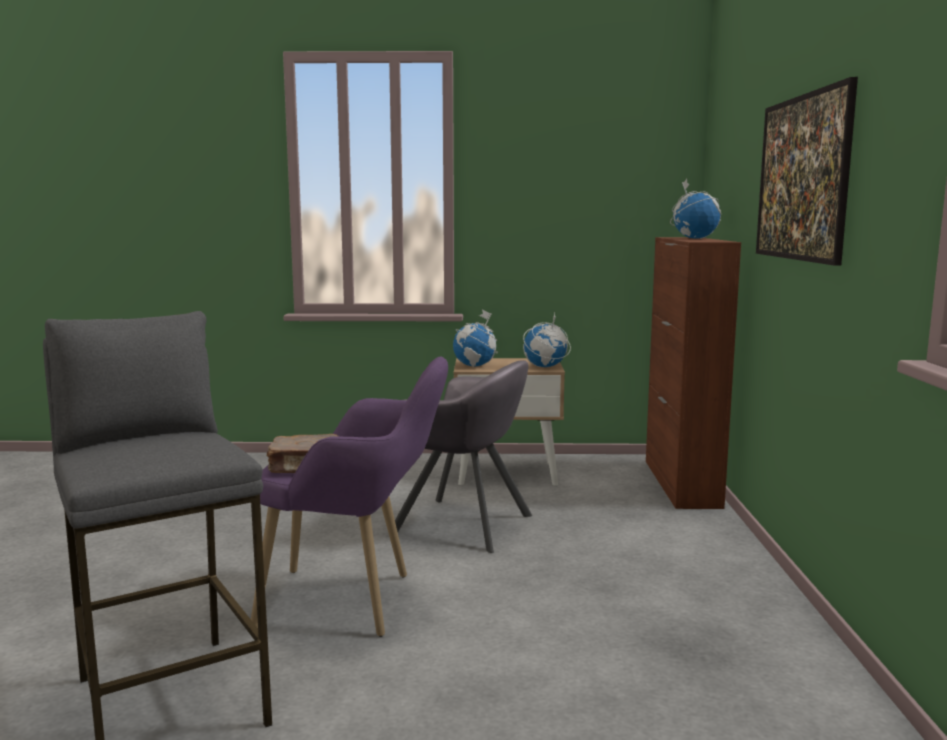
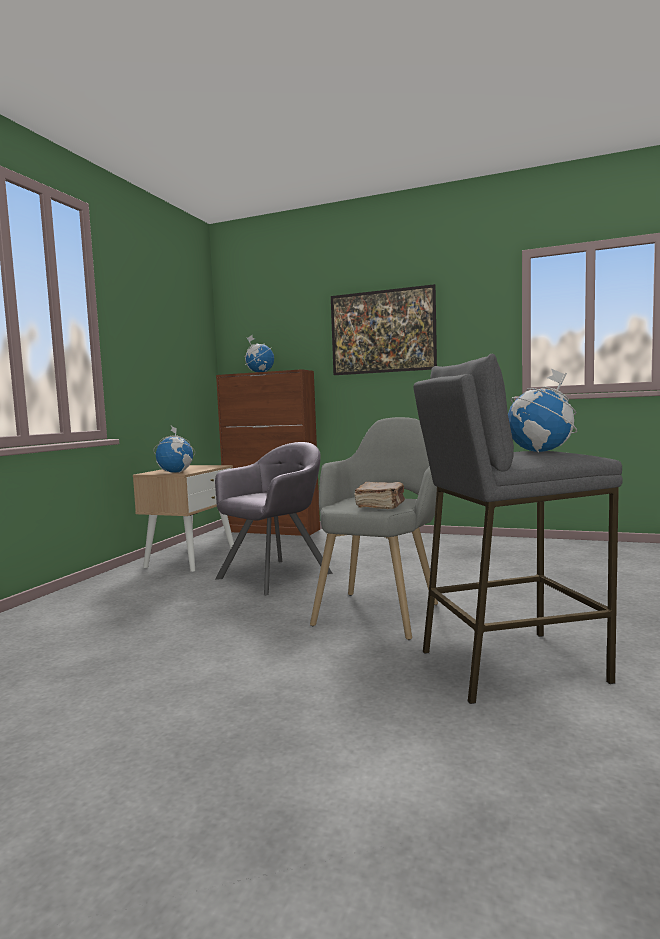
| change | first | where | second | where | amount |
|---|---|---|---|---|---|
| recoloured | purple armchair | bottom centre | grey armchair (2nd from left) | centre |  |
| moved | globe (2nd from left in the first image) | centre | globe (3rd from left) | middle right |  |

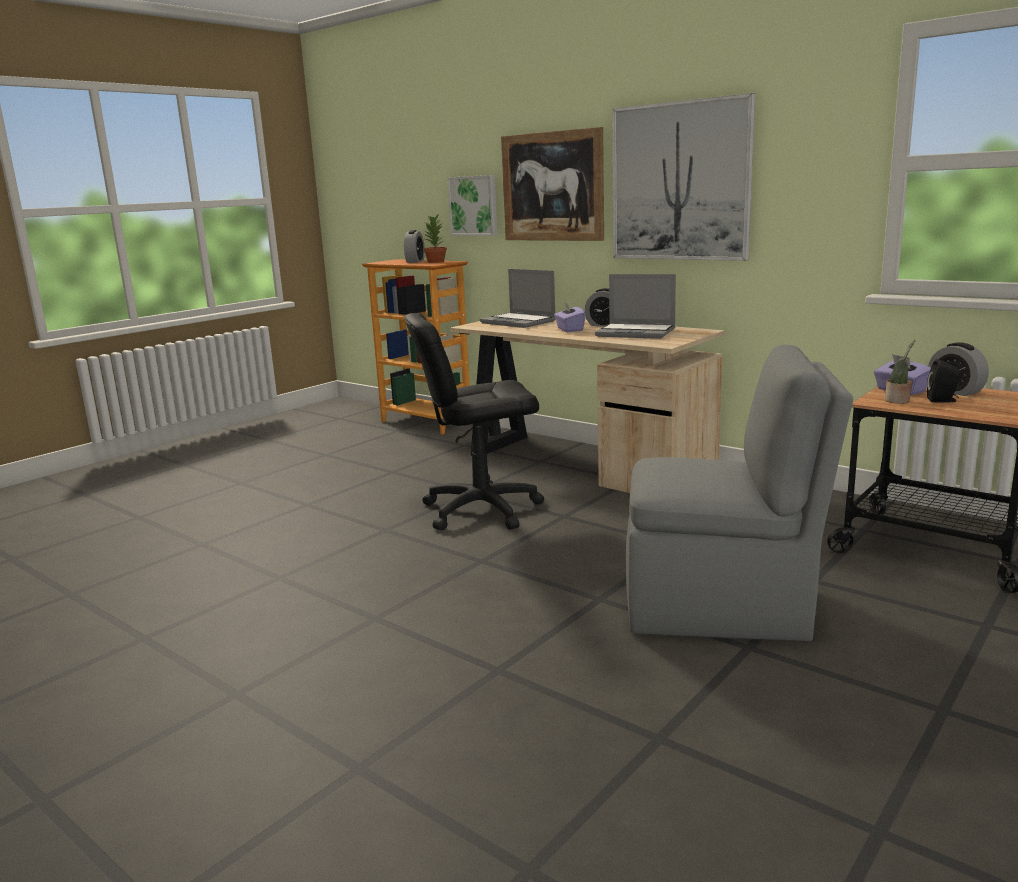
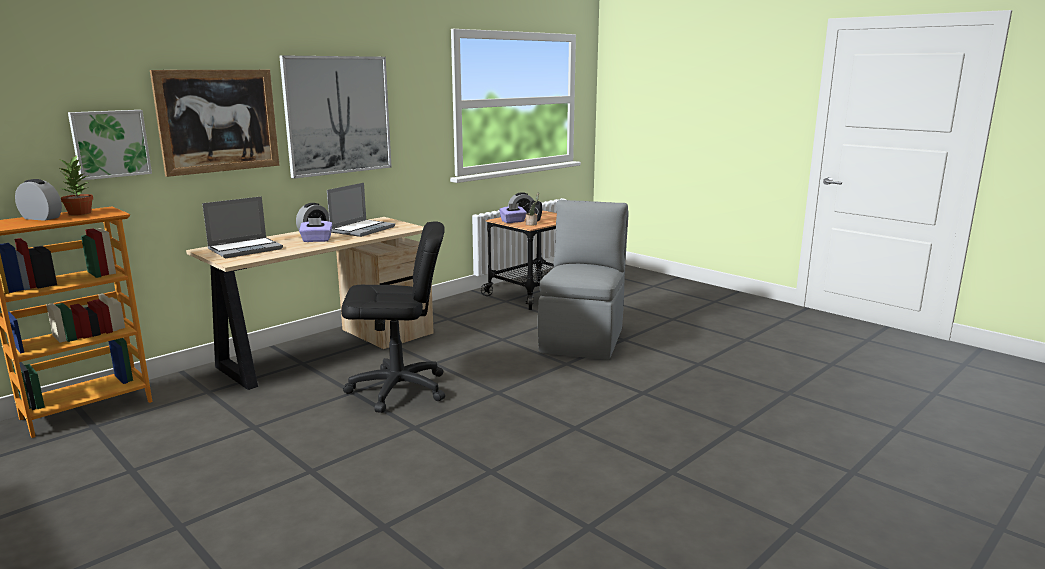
| change | first | where | second | where | amount |
|---|---|---|---|---|---|
| turned | black office chair | centre |  | centre | 90 degrees counterclockwise |

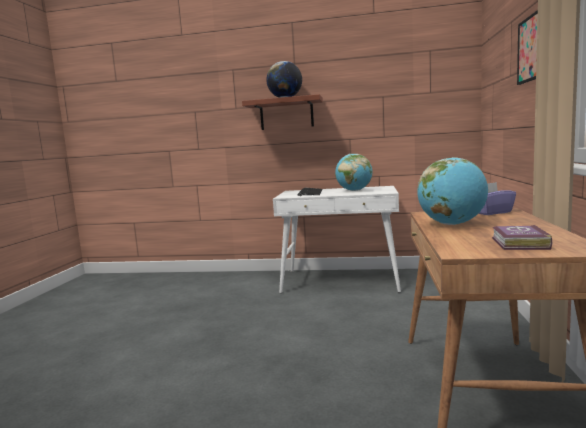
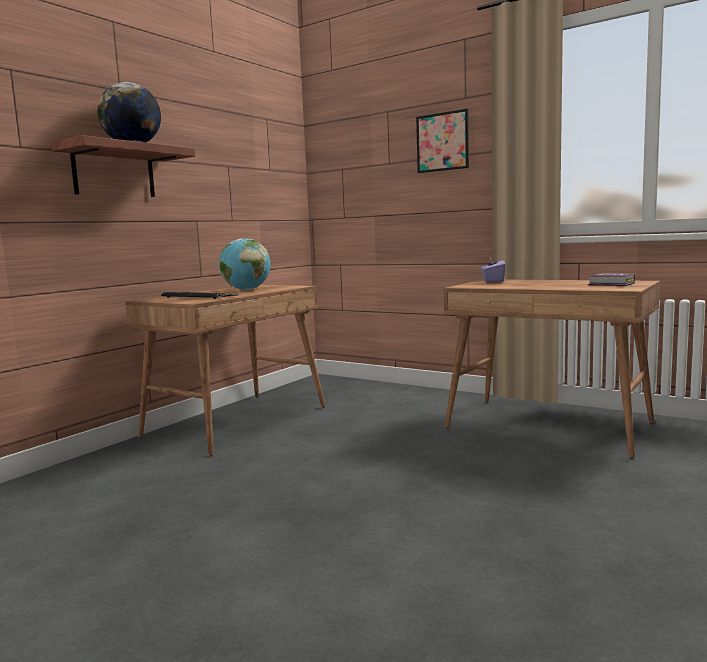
| change | first | where | second | where | amount |
|---|---|---|---|---|---|
| recoloured | white desk | centre | brown desk (1st from left) | middle left |  |
| removed | globe (3rd from left) | middle right |  |  |  |

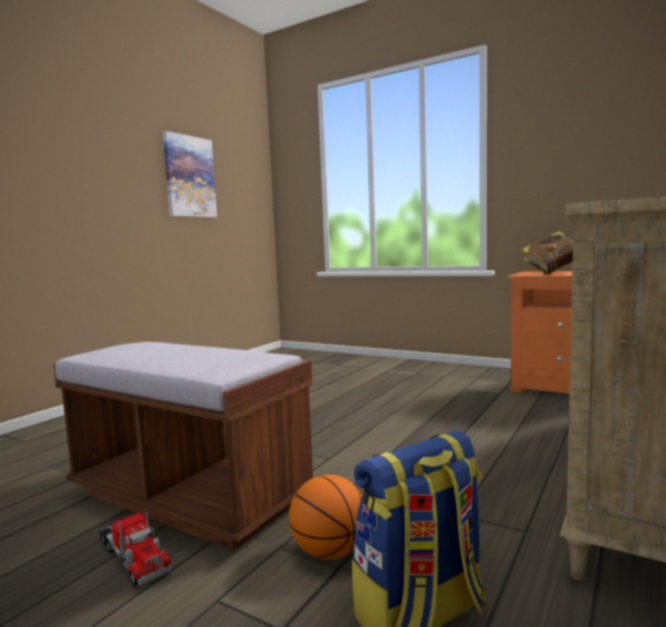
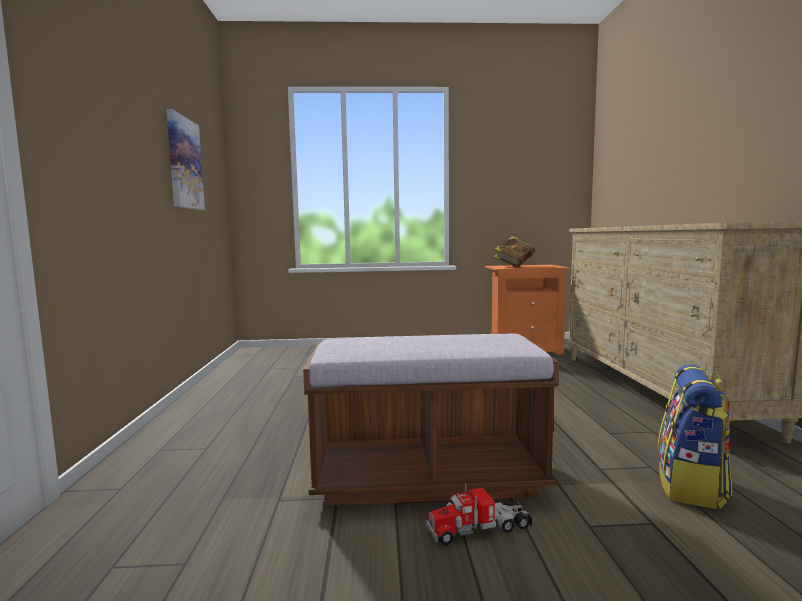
| change | first | where | second | where | amount |
|---|---|---|---|---|---|
| turned | toy truck | bottom left |  | bottom centre | 150 degrees clockwise |
| removed | basketball | bottom centre |  |  |  |

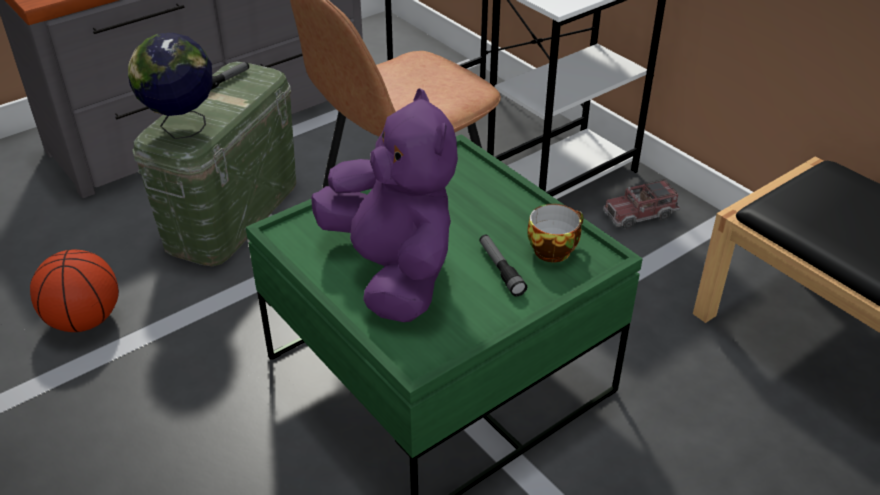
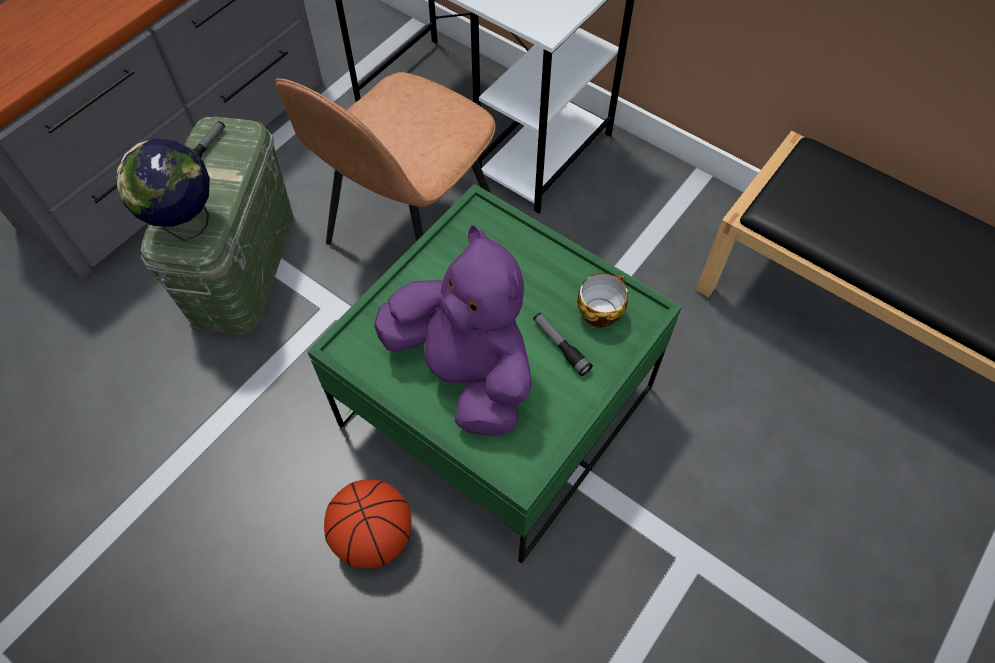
| change | first | where | second | where | amount |
|---|---|---|---|---|---|
| moved | basketball | middle left |  | bottom centre |  |
| removed | toy truck | middle right |  |  |  |

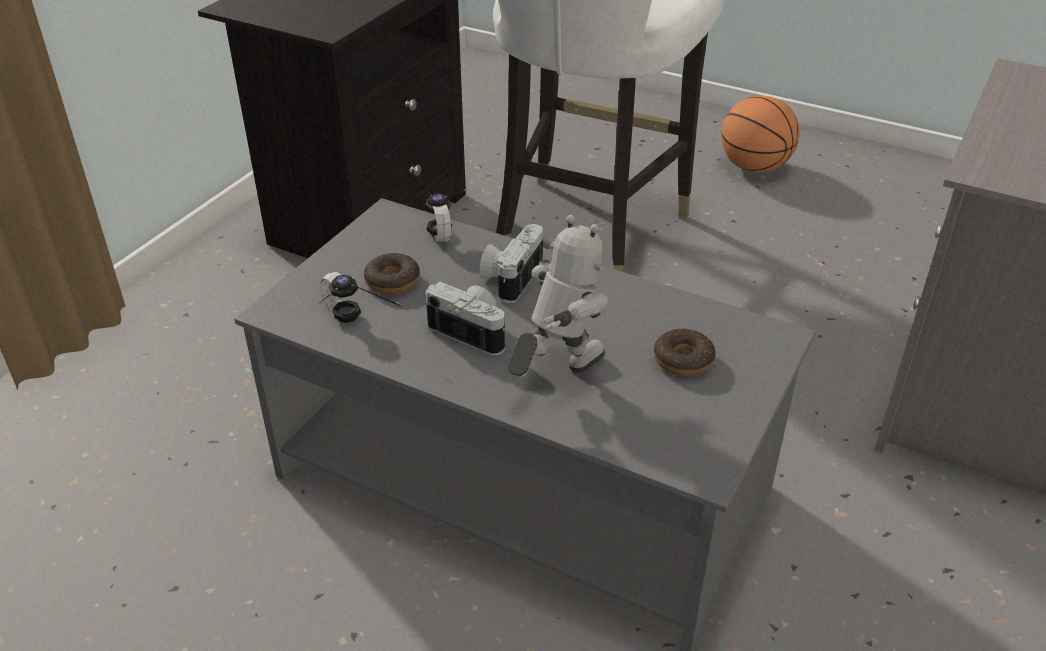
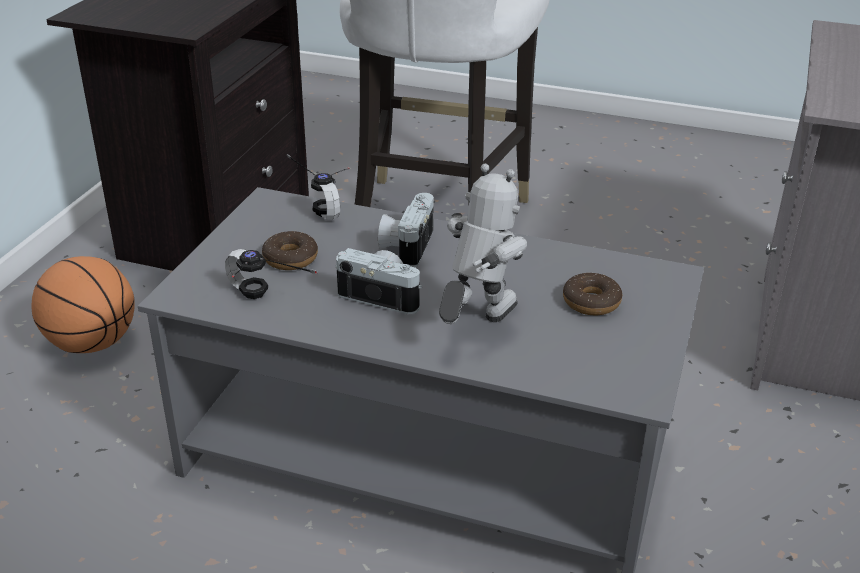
| change | first | where | second | where | amount |
|---|---|---|---|---|---|
| moved | basketball | top right |  | middle left |  |

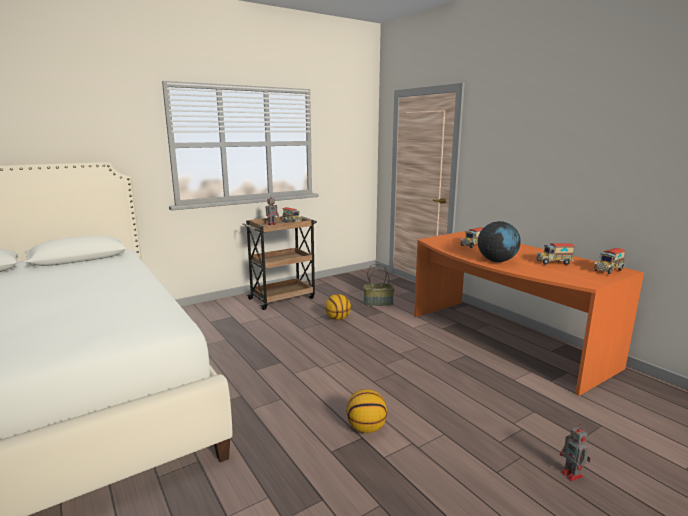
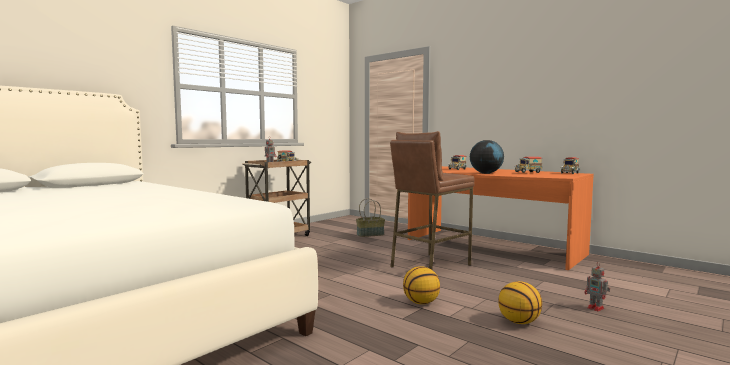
| change | first | where | second | where | amount |
|---|---|---|---|---|---|
| added |  |  | brown stool | centre |  |
| moved | basketball (1st from left in the first image) | centre | basketball (2nd from left) | bottom right |  |

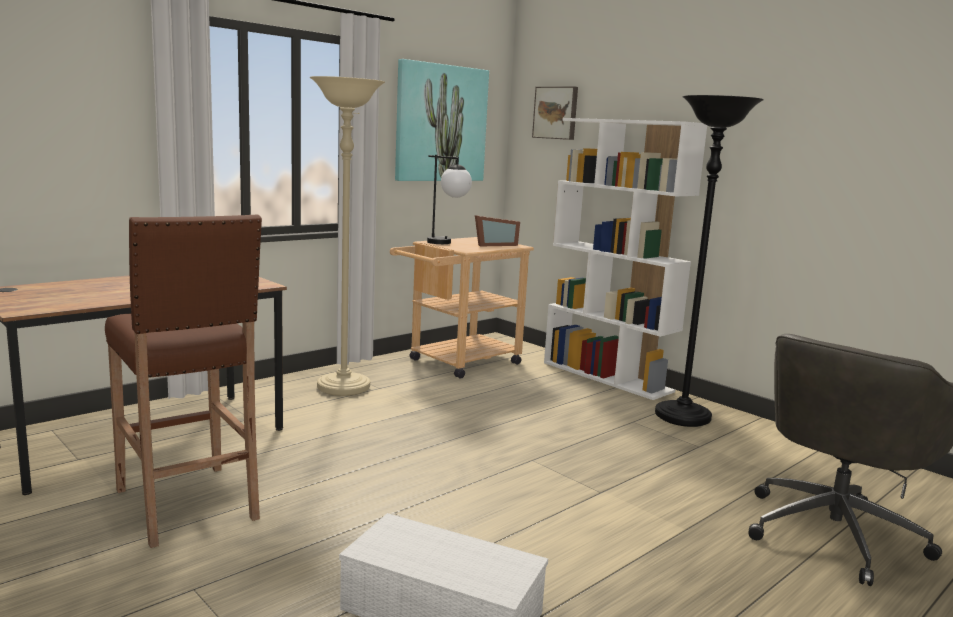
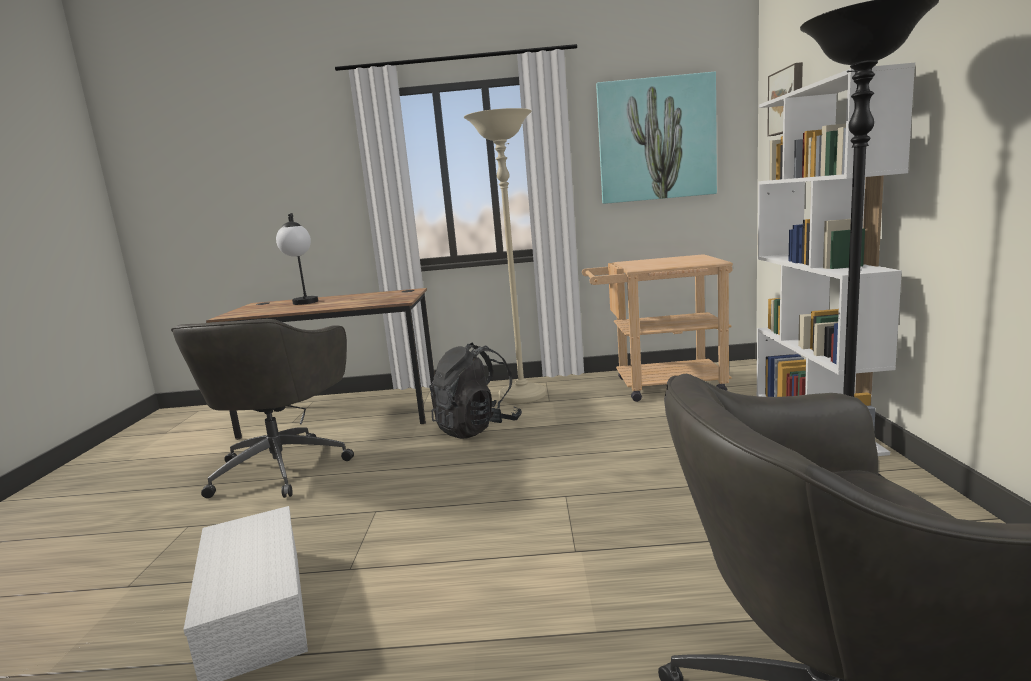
| change | first | where | second | where | amount |
|---|---|---|---|---|---|
| replaced | brown stool | middle left | grey office chair (1st from left) | middle left |  |
| moved | table lamp | top centre |  | middle left |  |
| added |  |  | black backpack | centre |  |
| removed | picture frame | centre |  |  |  |

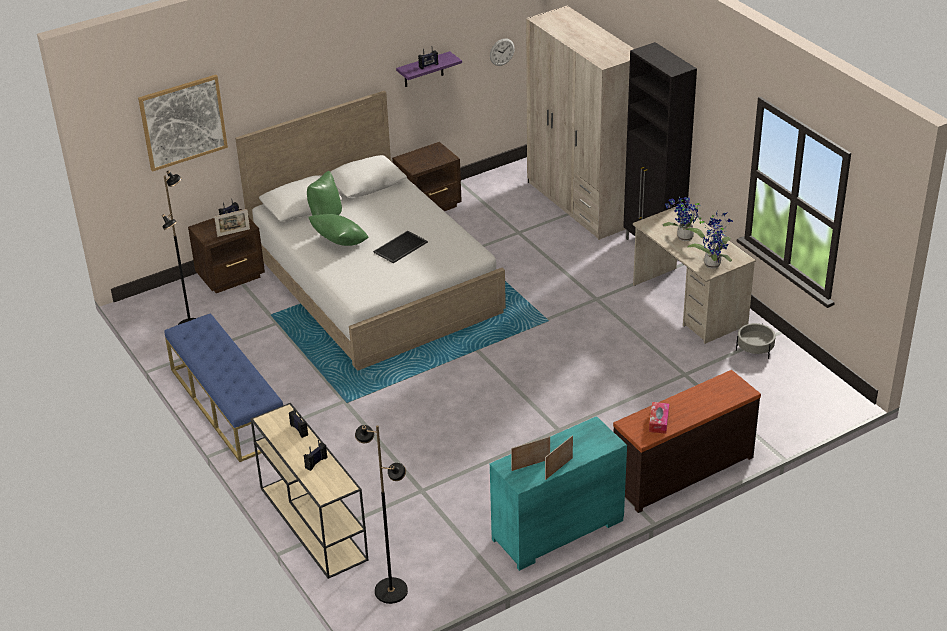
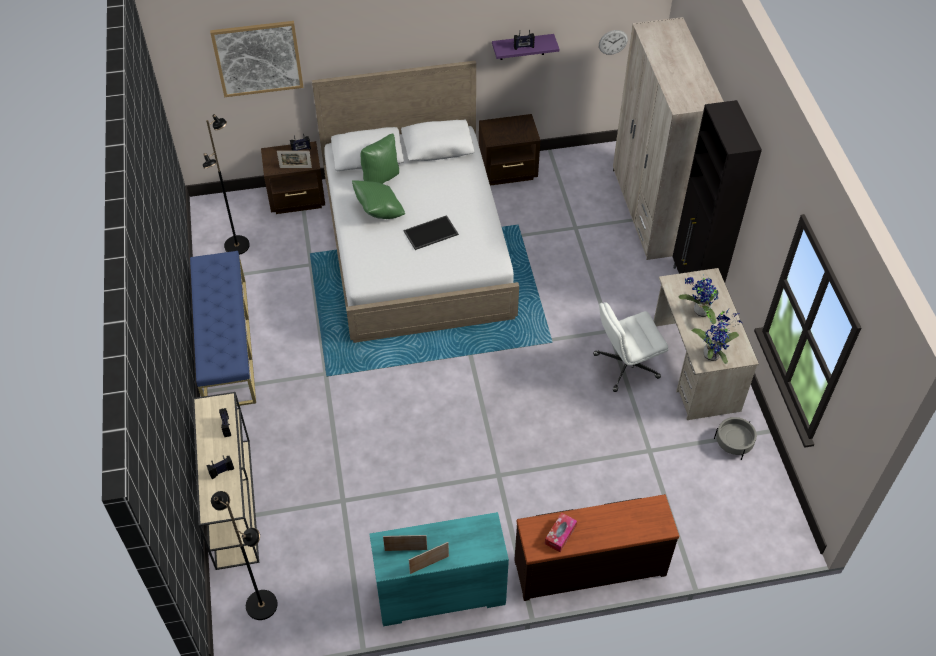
| change | first | where | second | where | amount |
|---|---|---|---|---|---|
| added |  |  | white office chair | middle right |  |

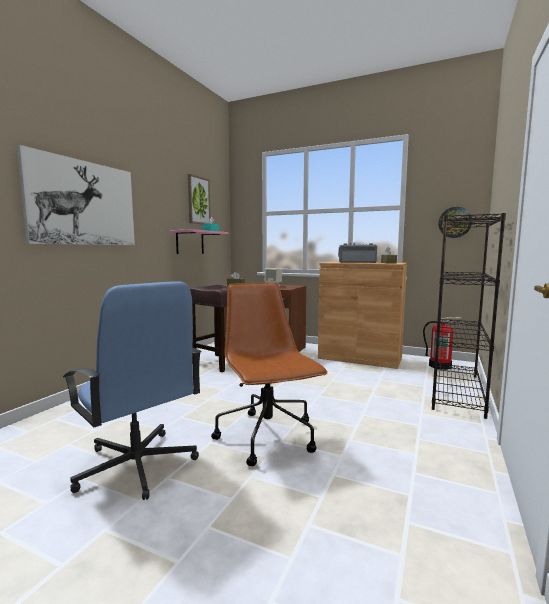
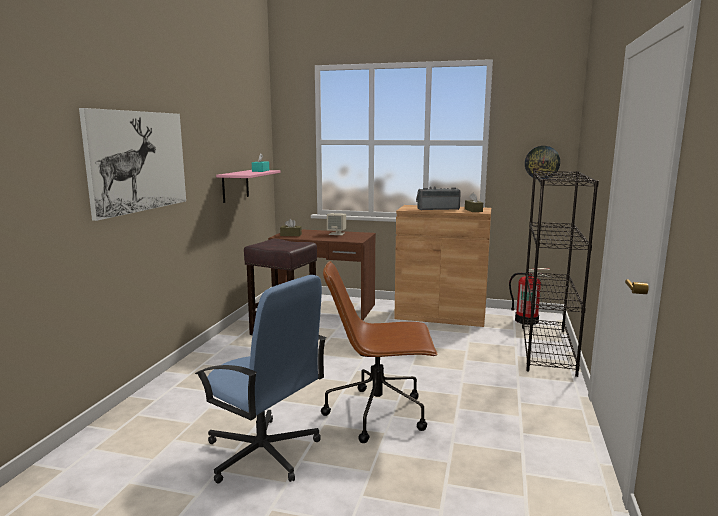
| change | first | where | second | where | amount |
|---|---|---|---|---|---|
| turned | brown office chair | centre |  | bottom centre | 60 degrees counterclockwise |
| removed | picture (2nd from left) | top centre |  |  |  |

